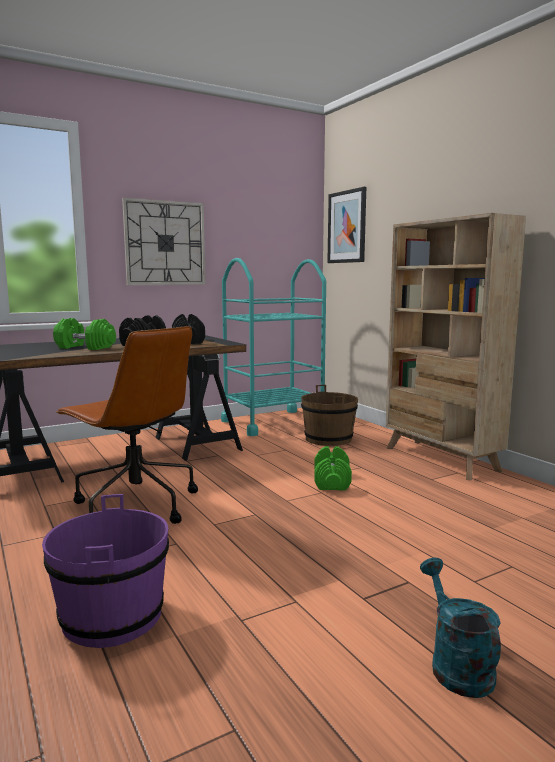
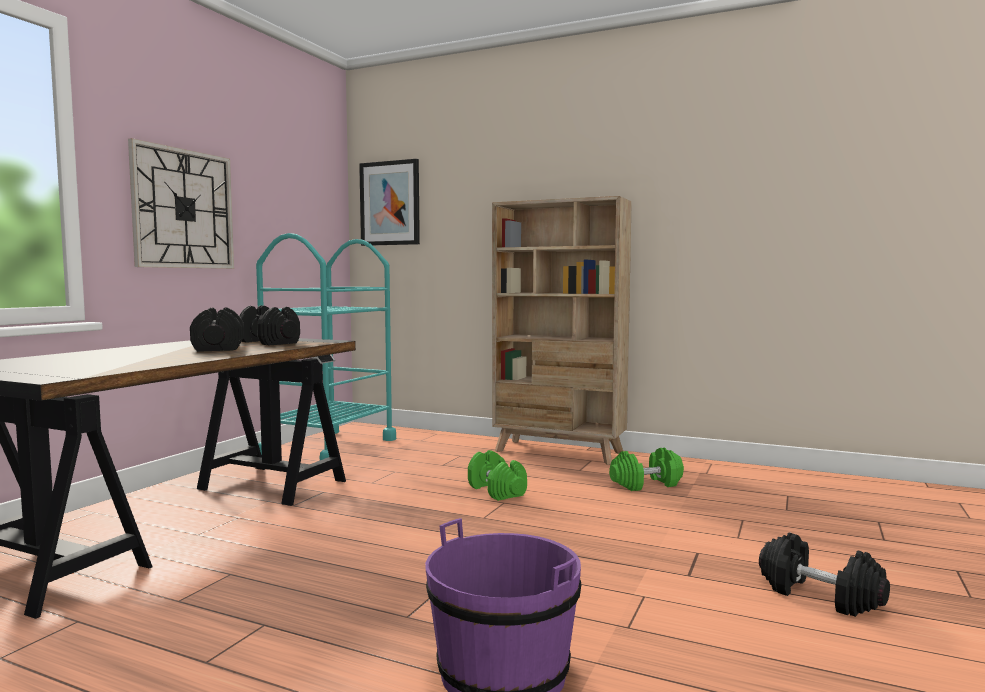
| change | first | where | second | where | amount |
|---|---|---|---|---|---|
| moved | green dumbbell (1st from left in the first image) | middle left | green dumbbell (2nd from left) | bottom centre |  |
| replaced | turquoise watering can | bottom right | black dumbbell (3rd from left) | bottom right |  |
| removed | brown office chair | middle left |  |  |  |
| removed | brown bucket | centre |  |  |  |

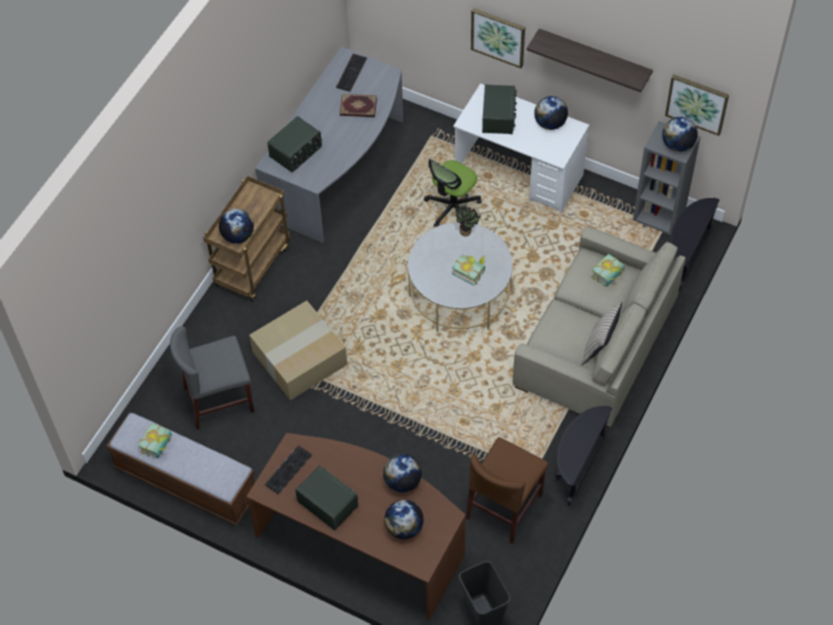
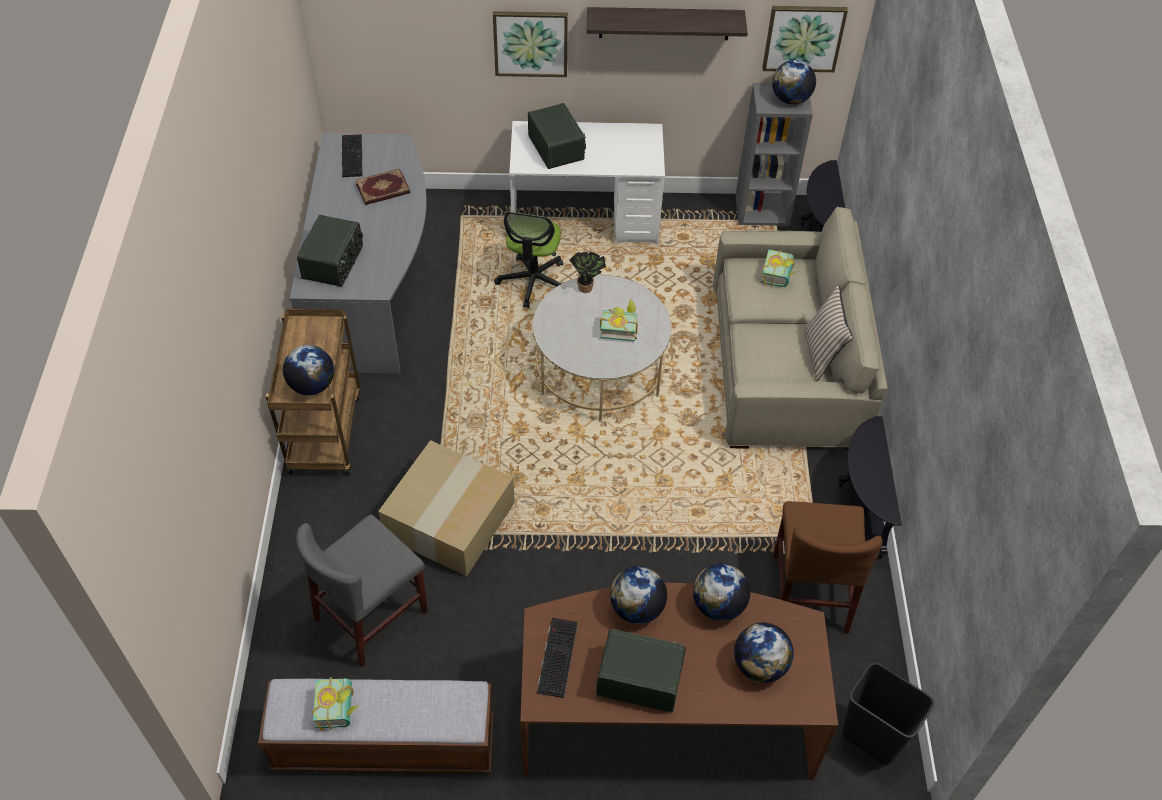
| change | first | where | second | where | amount |
|---|---|---|---|---|---|
| moved | globe (4th from left in the first image) | top centre | globe (2nd from left) | bottom centre |  |

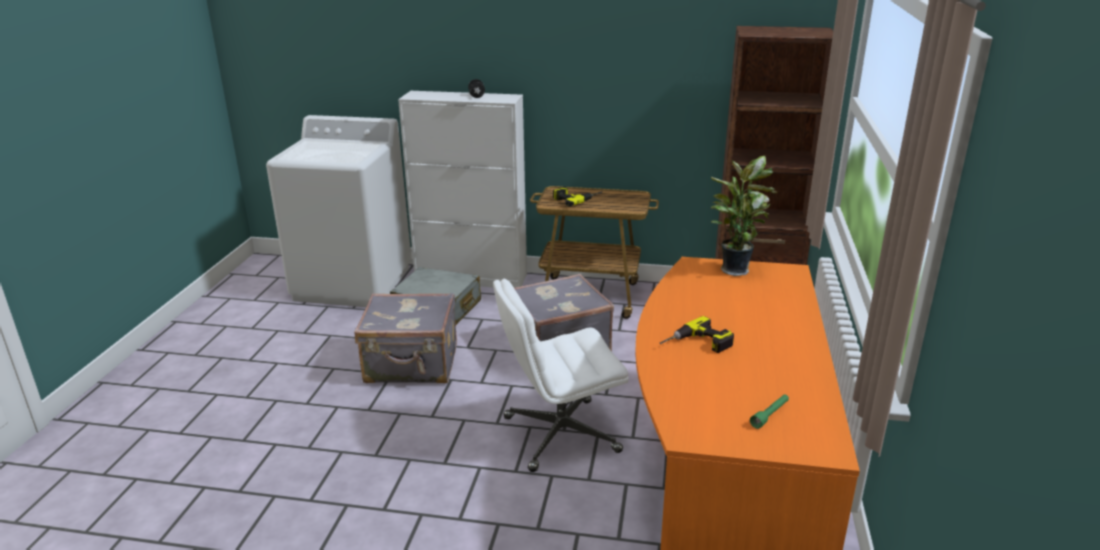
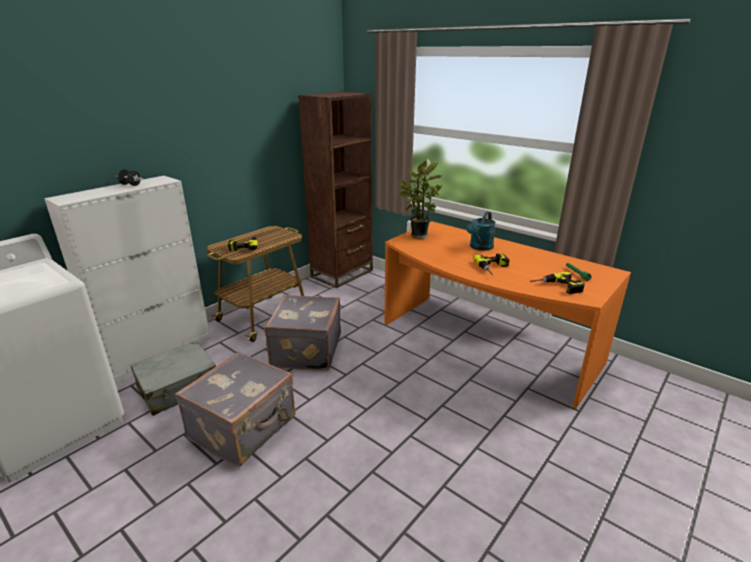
| change | first | where | second | where | amount |
|---|---|---|---|---|---|
| added |  |  | turquoise watering can | centre |  |
| added |  |  | power drill (3rd from left) | middle right |  |
| removed | white office chair | bottom centre |  |  |  |

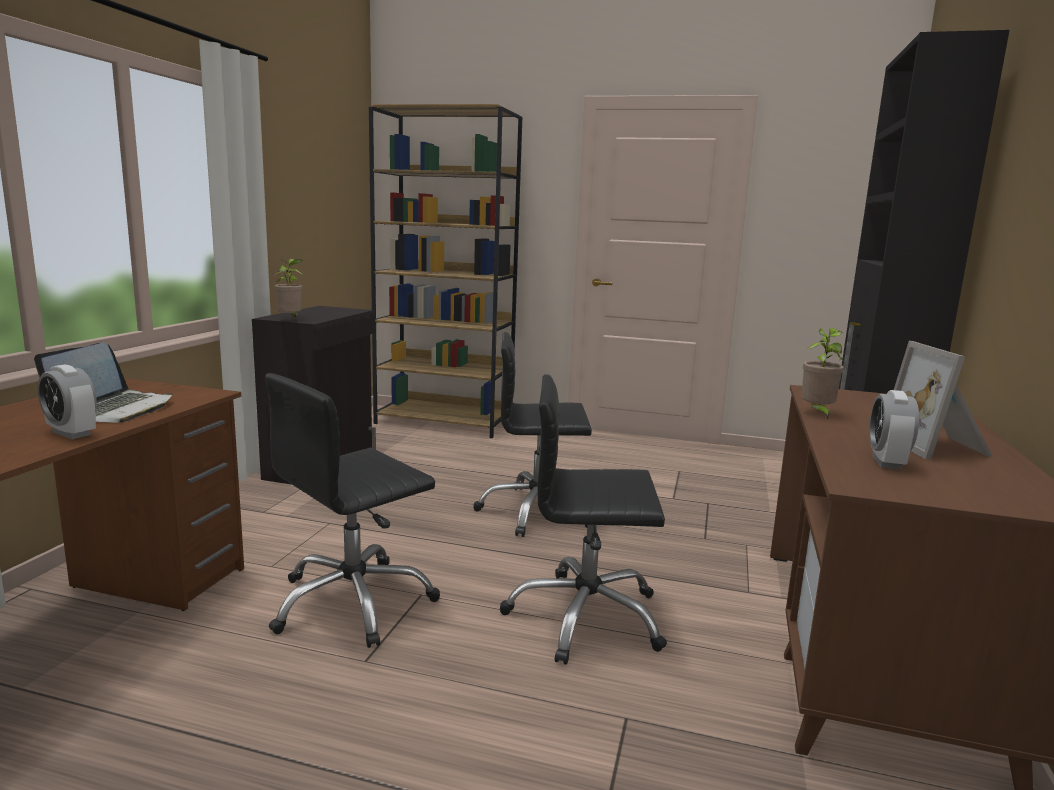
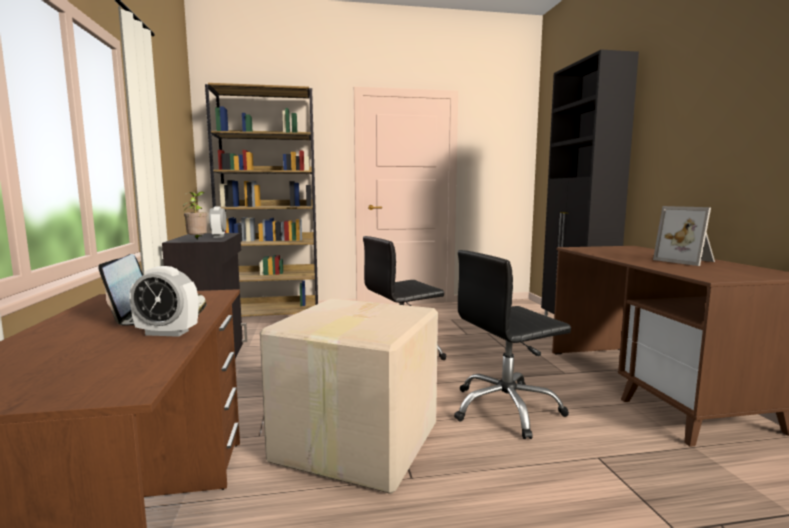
| change | first | where | second | where | amount |
|---|---|---|---|---|---|
| moved | alarm clock (2nd from left) | middle right |  | middle left |  |
| replaced | black office chair (1st from left) | centre | cardboard box | bottom centre |  |
| removed | potted plant (2nd from left) | middle right |  |  |  |

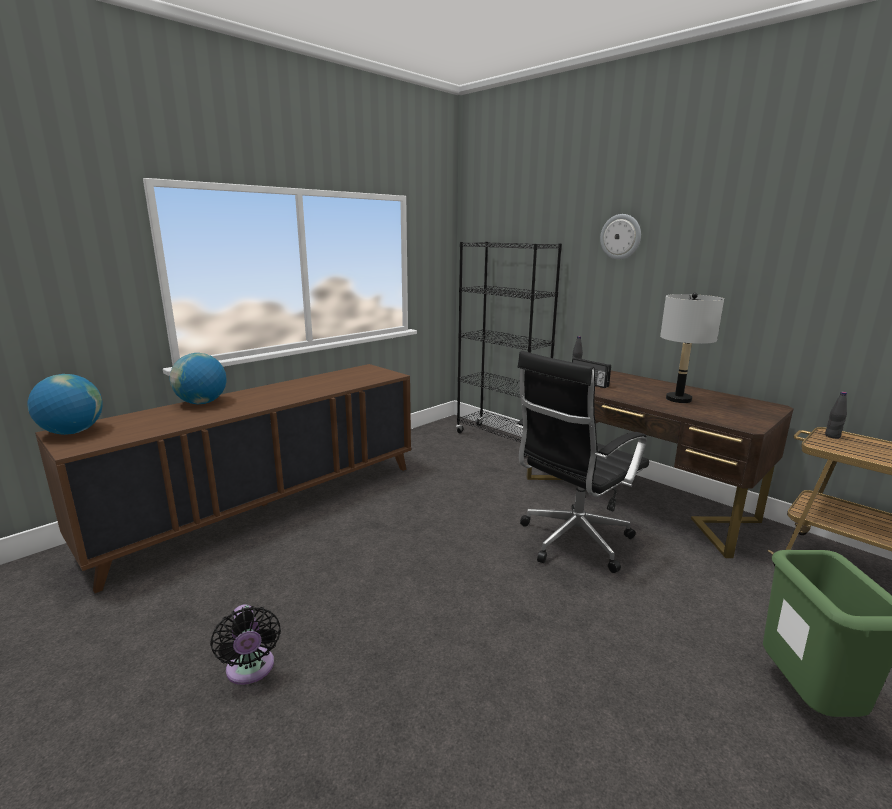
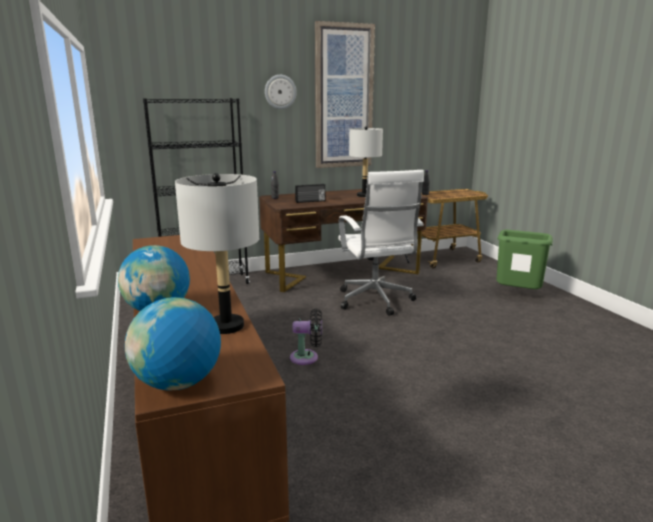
| change | first | where | second | where | amount |
|---|---|---|---|---|---|
| added |  |  | grey table lamp (1st from left) | middle left |  |
| moved | black fan | bottom left |  | centre |  |
| added |  |  | picture | top centre |  |
| recoloured | black office chair | centre | white office chair | centre |  |

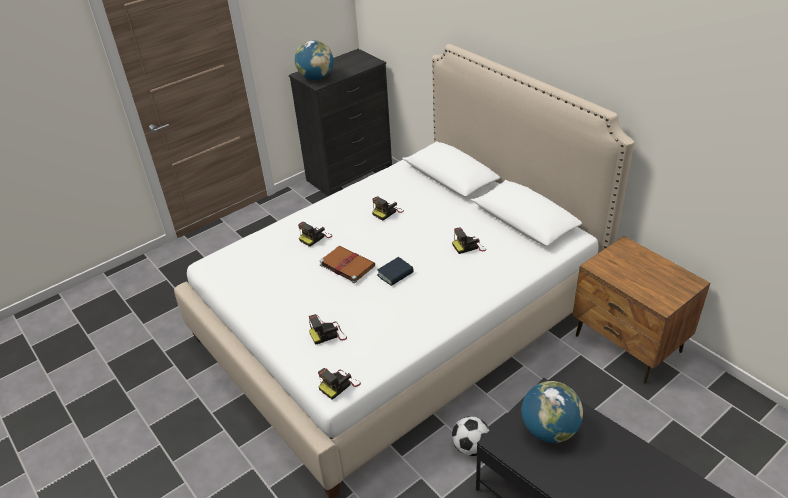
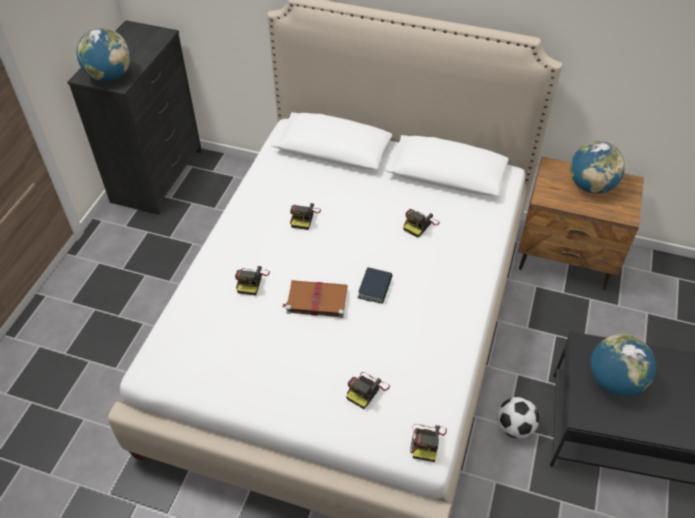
| change | first | where | second | where | amount |
|---|---|---|---|---|---|
| added |  |  | globe (2nd from left) | top right |  |

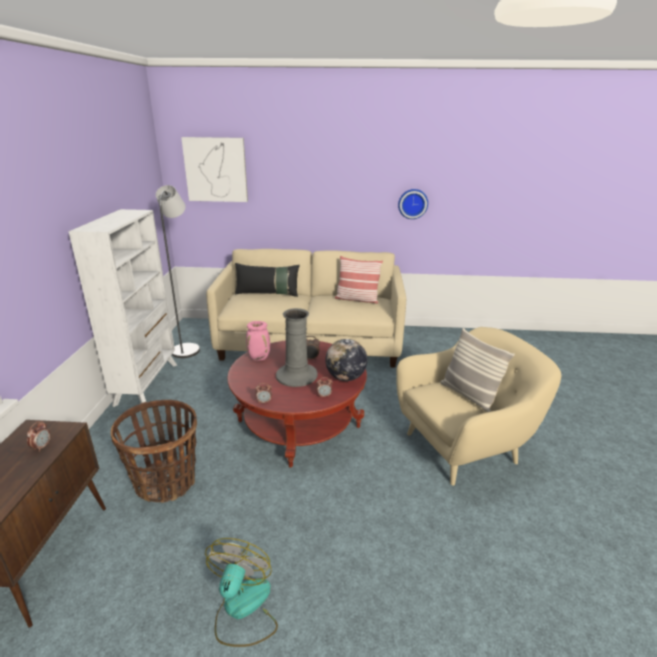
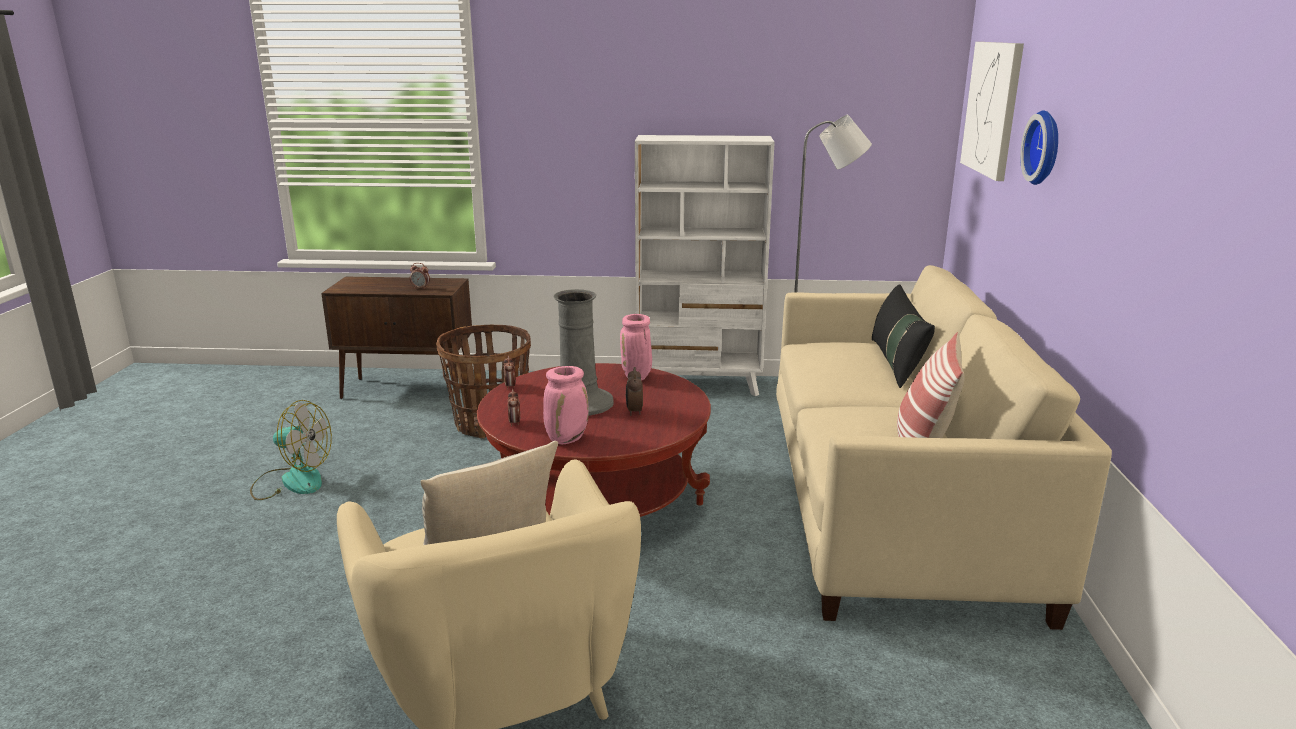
| change | first | where | second | where | amount |
|---|---|---|---|---|---|
| replaced | globe | centre | pink vase (1st from left) | centre |  |
| moved | wall clock | top centre |  | top right |  |

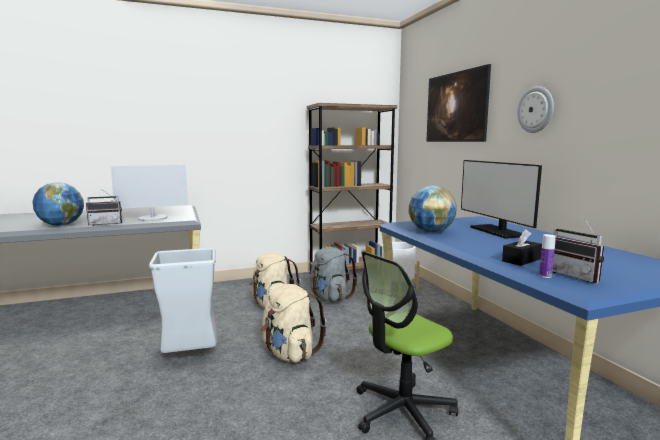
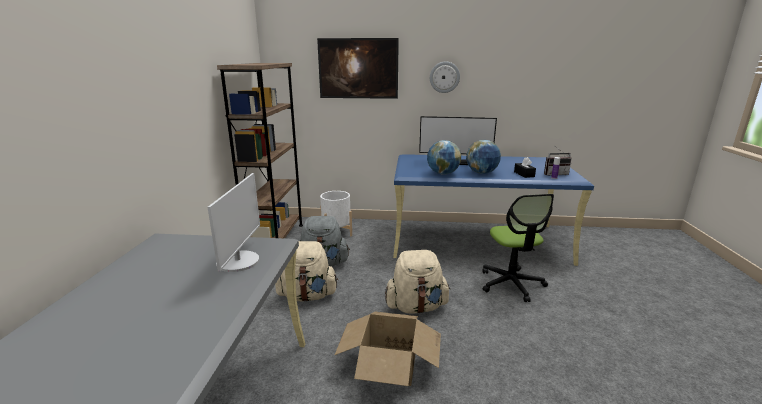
| change | first | where | second | where | amount |
|---|---|---|---|---|---|
| replaced | grey trash can | bottom left | cardboard box | bottom centre |  |
| moved | globe (1st from left in the first image) | middle left | globe (2nd from left) | centre |  |
| removed | radio (1st from left) | middle left |  |  |  |

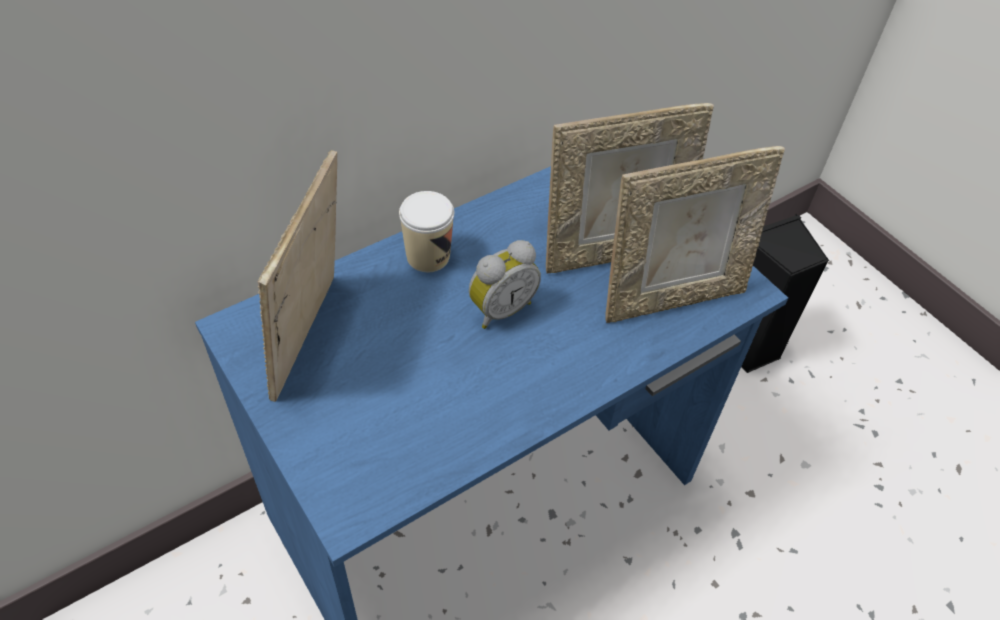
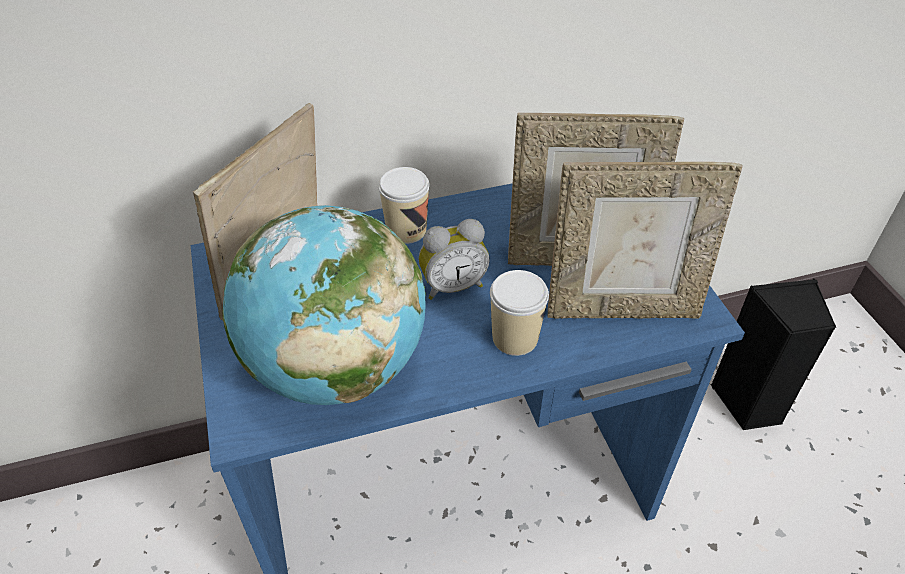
| change | first | where | second | where | amount |
|---|---|---|---|---|---|
| added |  |  | globe | centre |  |
| added |  |  | cup (2nd from left) | centre |  |

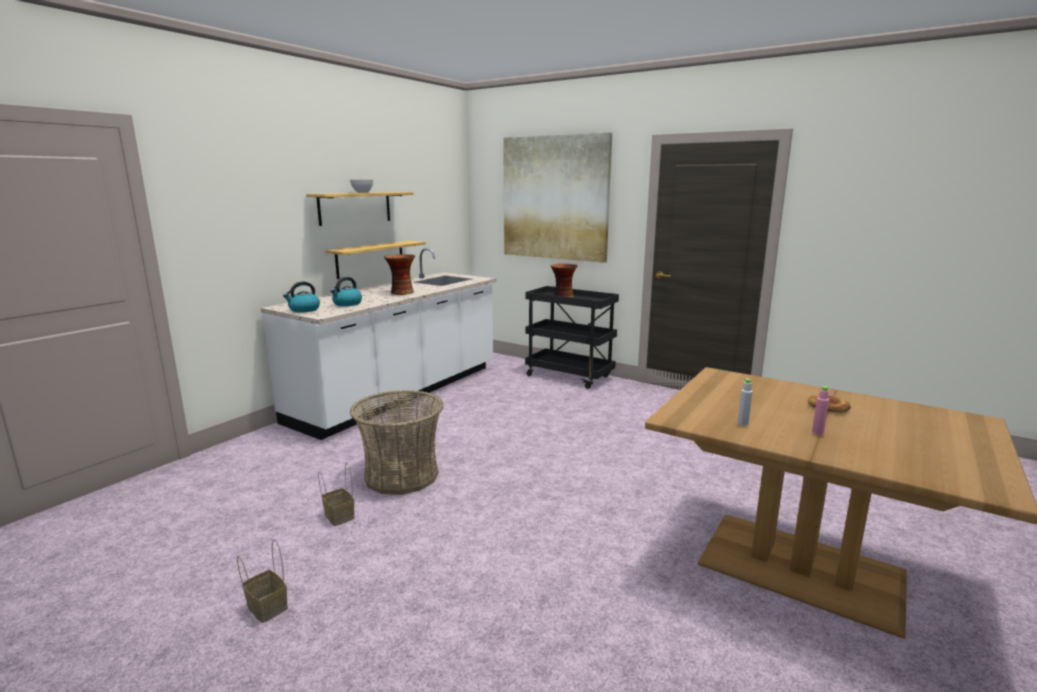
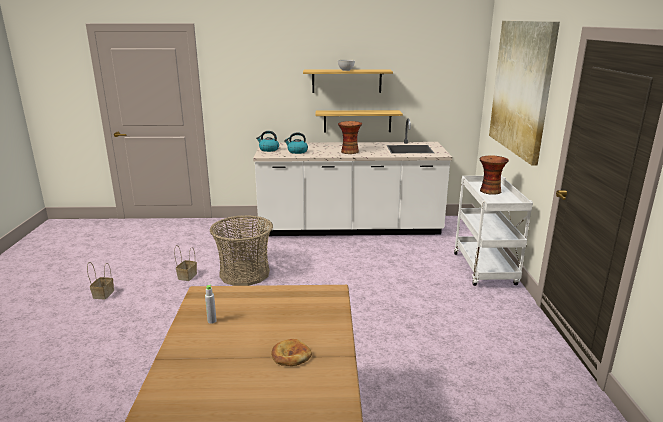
| change | first | where | second | where | amount |
|---|---|---|---|---|---|
| recoloured | black cart | centre | white cart | middle right |  |
| removed | pink bottle | middle right |  |  |  |

